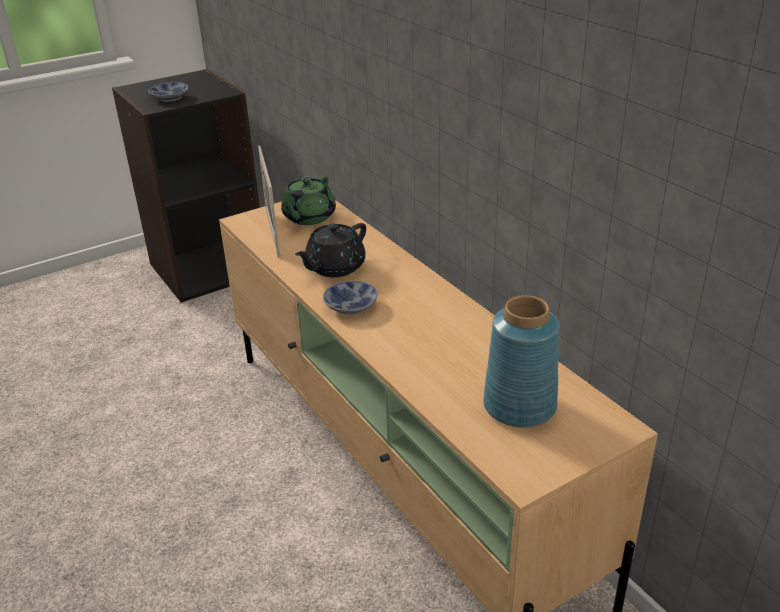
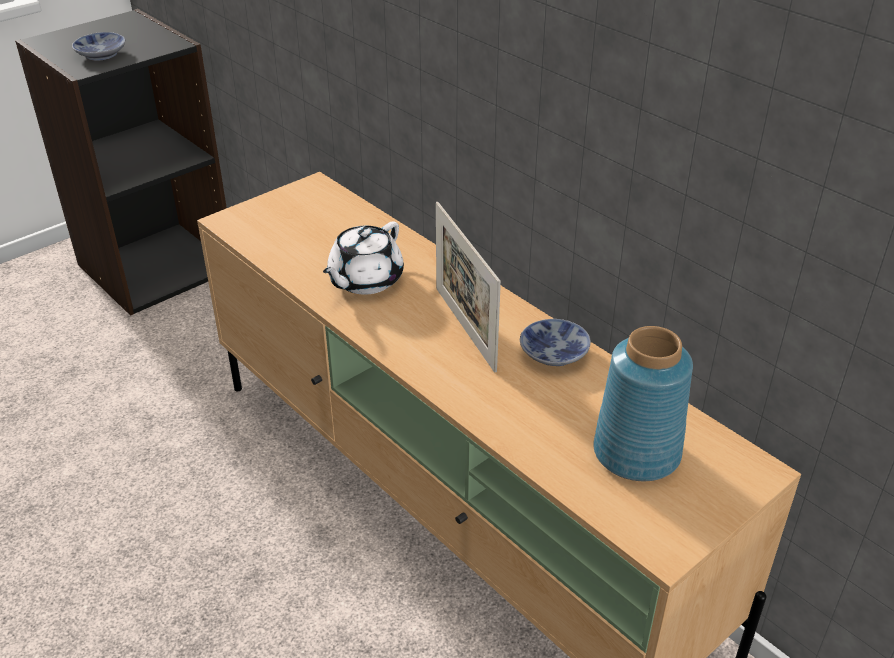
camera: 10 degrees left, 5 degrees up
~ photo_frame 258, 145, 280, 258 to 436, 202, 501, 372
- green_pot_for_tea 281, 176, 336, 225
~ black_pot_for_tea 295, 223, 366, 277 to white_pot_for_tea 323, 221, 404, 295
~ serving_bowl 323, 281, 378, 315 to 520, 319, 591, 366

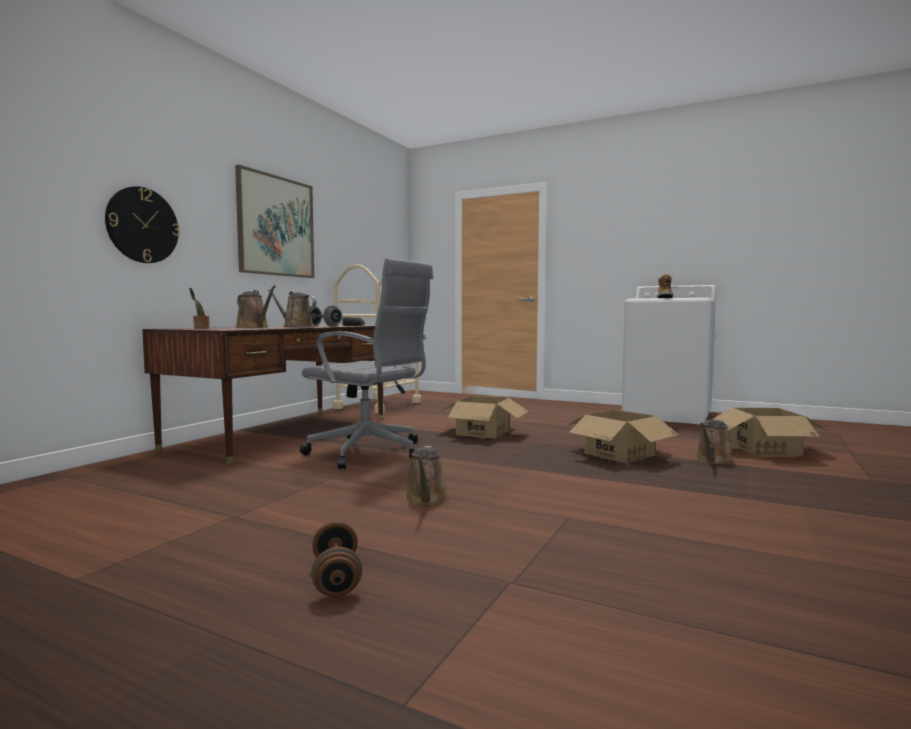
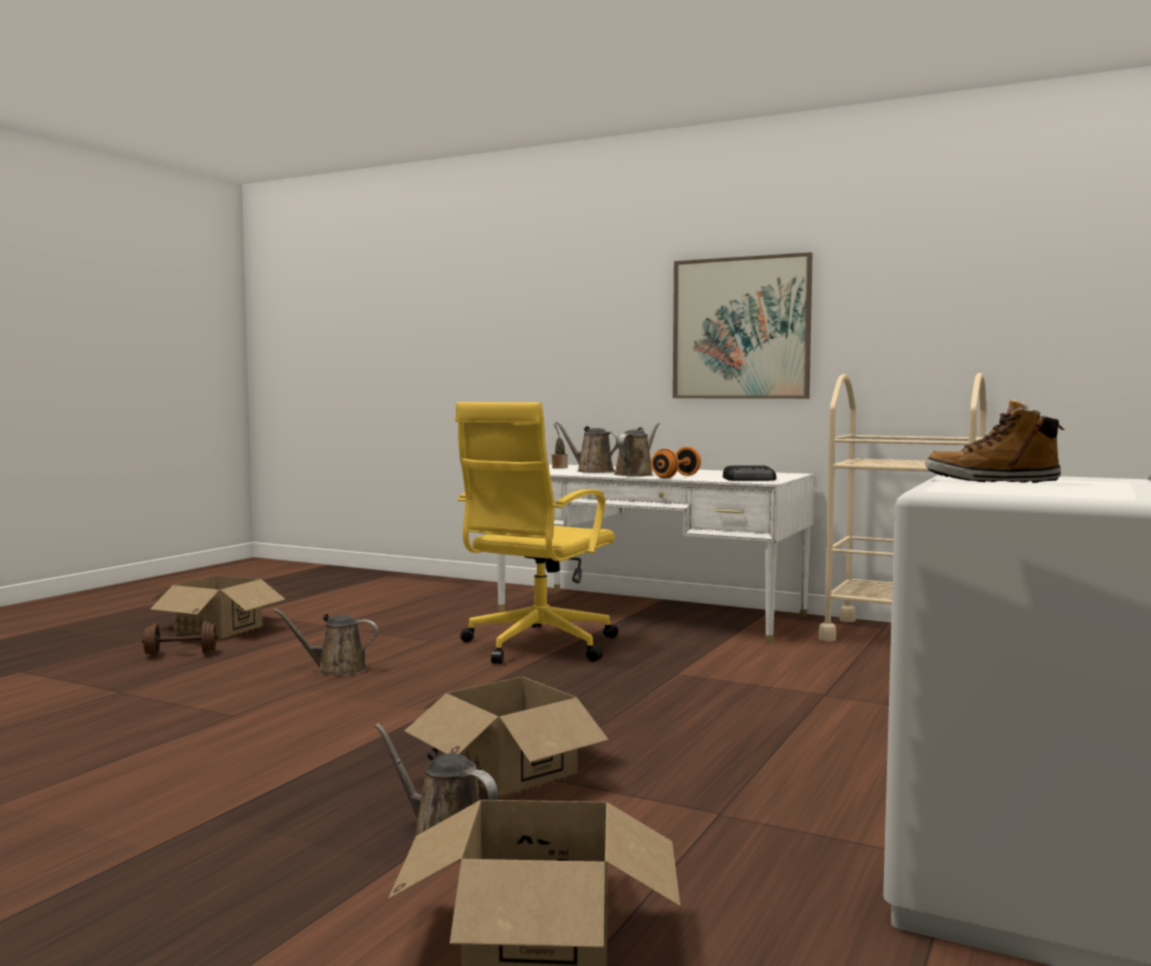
camera: 90 degrees right, 0 degrees up
- hanging_clock 105, 186, 180, 263
~ brown_desk_unit 142, 325, 383, 464 to white_desk_unit 497, 464, 815, 644
~ brown_watering_pot 236, 285, 276, 328 = 555, 422, 619, 473 90 degrees clockwise
~ greyish_computer_chair 299, 258, 433, 469 to yellow-coloured_computer_chair 455, 402, 618, 664
~ greyish_free_weight 310, 306, 342, 327 to orange-coloured_free_weight 651, 447, 701, 479
~ packing_box 437, 396, 529, 439 to 150, 575, 286, 639

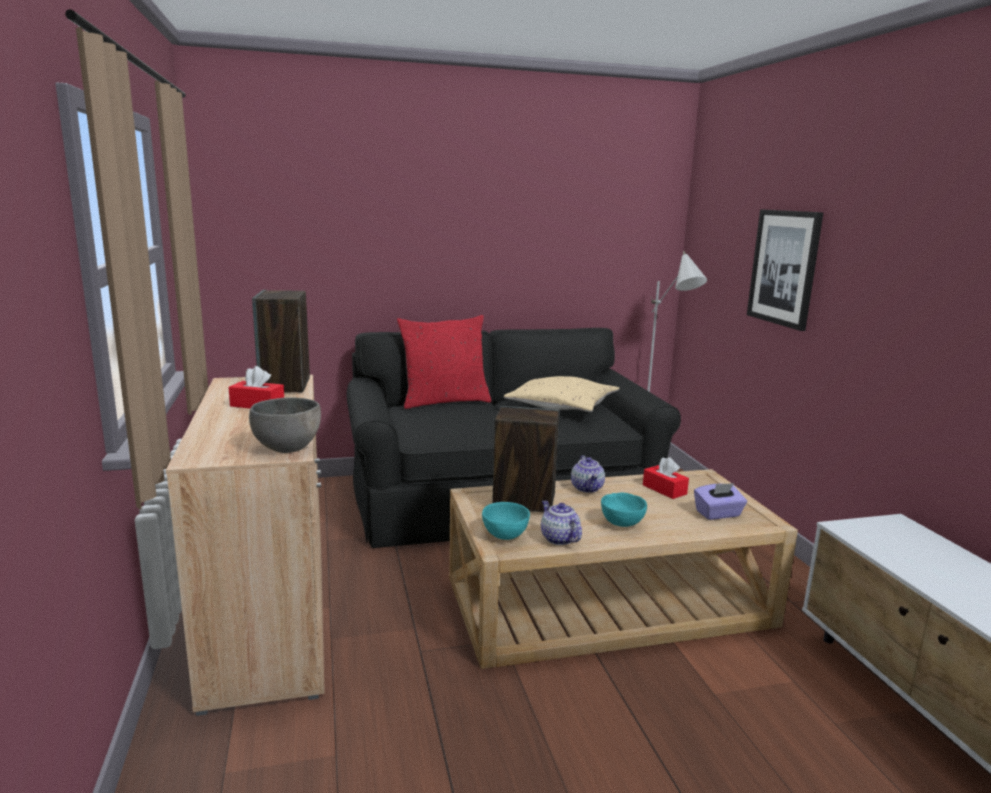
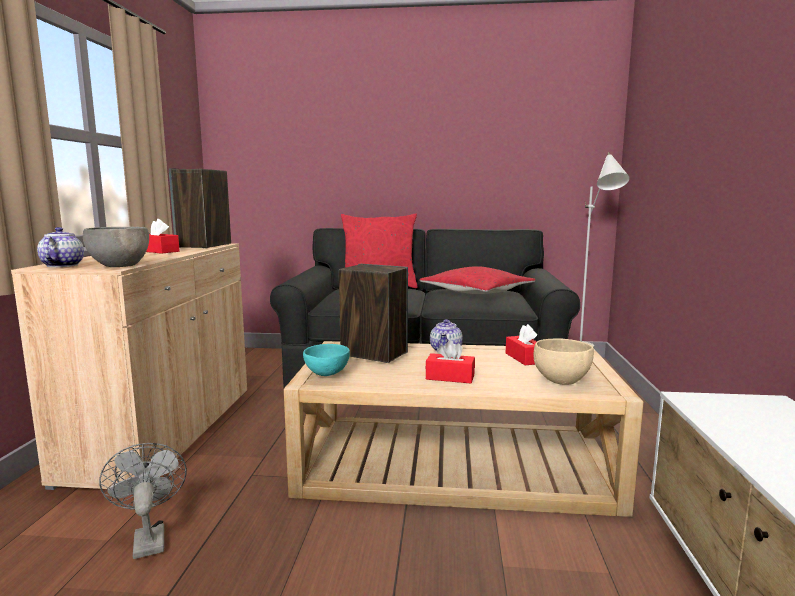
camera: 20 degrees right, 5 degrees down
~ beige-coloured_cushion 504, 376, 619, 412 to red-coloured_cushion 420, 266, 536, 294
~ pot_for_tea 541, 500, 582, 545 to 37, 227, 84, 267
~ blue-green_serving_bowl 601, 493, 647, 527 to red-coloured_box_of_tissues 426, 340, 475, 383
~ purplish_box_of_tissues 694, 483, 747, 520 to beige-coloured_serving_bowl 533, 338, 594, 385
- wall_art 747, 209, 823, 331
+ greyish_electric_fan 99, 443, 187, 559

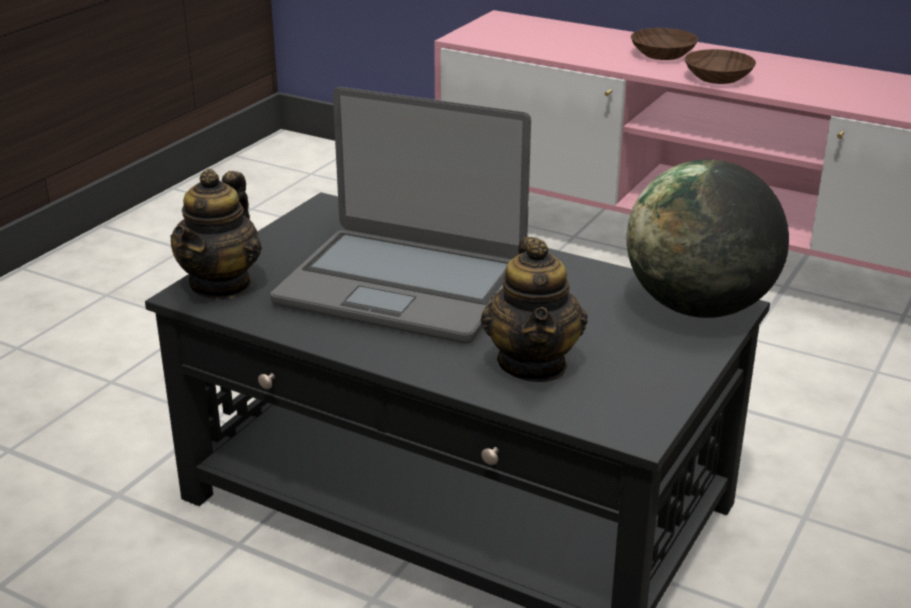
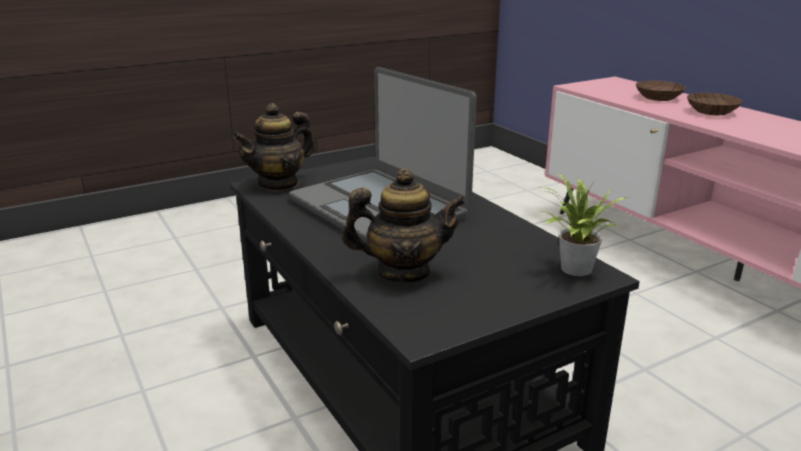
camera: 30 degrees right, 5 degrees down
~ pot_for_tea 481, 237, 588, 382 = 342, 168, 466, 283 120 degrees counterclockwise
~ world_globe 627, 159, 789, 318 to potted_plant 541, 174, 629, 276
~ brown_serving_bowl 685, 49, 756, 84 to 636, 81, 686, 101

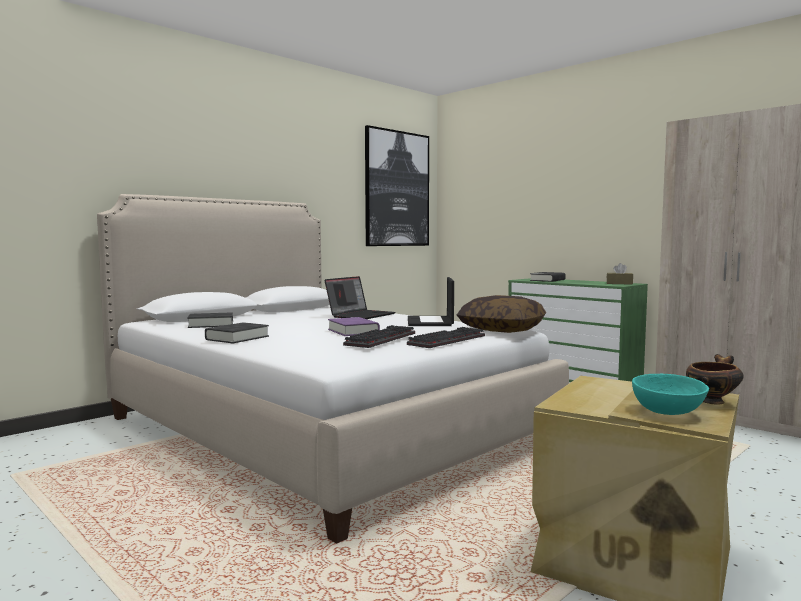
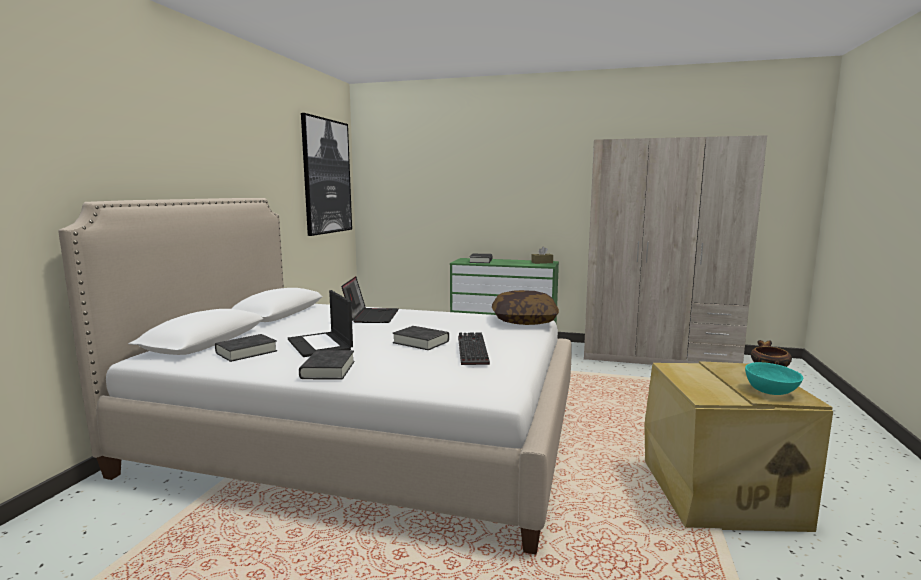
camera: 30 degrees left, 5 degrees up
~ purplish_bound_book 328, 317, 380, 336 to black_bound_book 392, 326, 449, 350
- PC_keyboard 407, 327, 485, 348
~ laptop 408, 277, 454, 326 to 288, 290, 353, 357

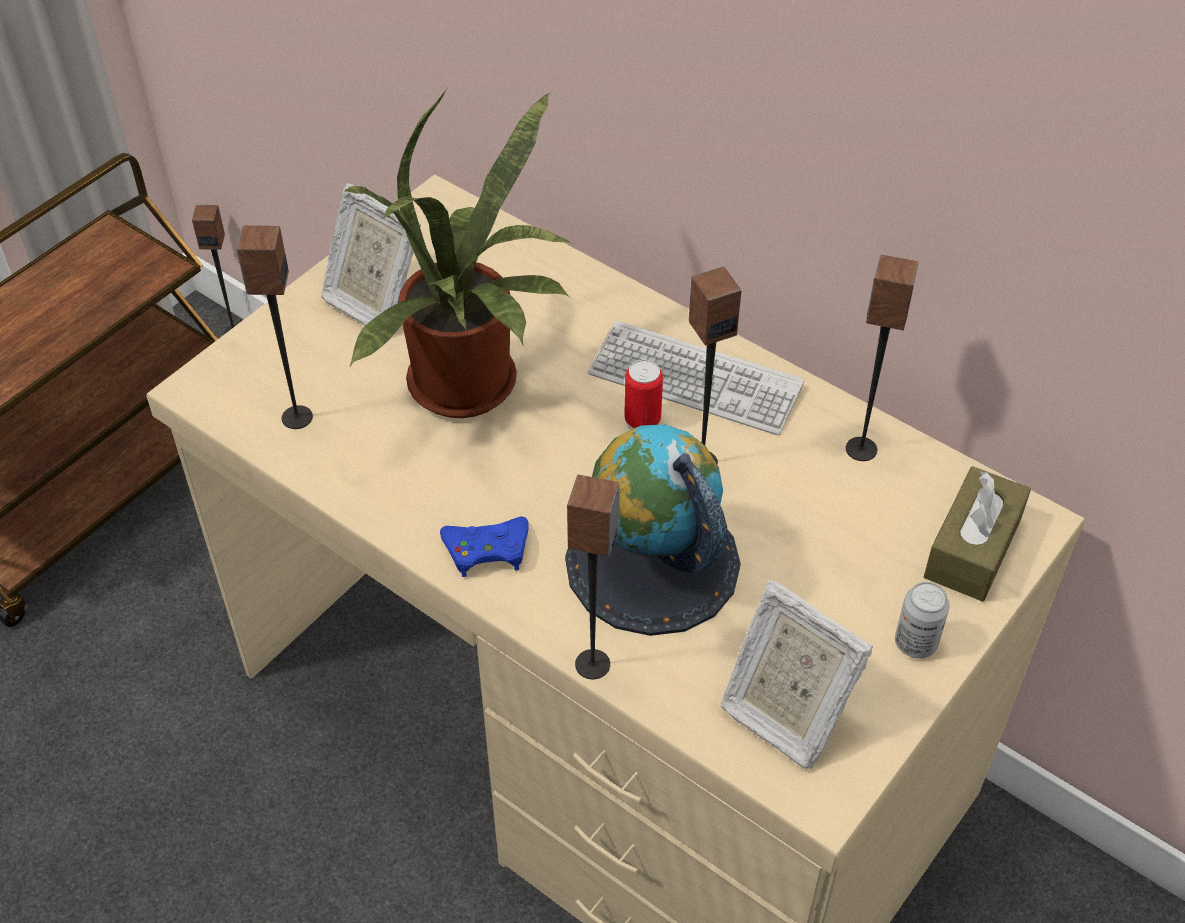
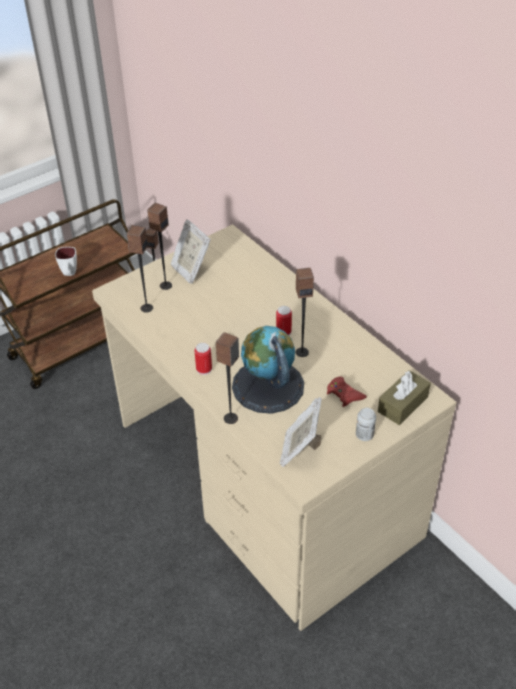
camera: 15 degrees right, 5 degrees down
- potted_plant 345, 89, 572, 418
~ bluish_joypad 440, 517, 529, 577 to metal_can 195, 343, 212, 375
- PC_keyboard 588, 321, 804, 435
~ photo_frame 720, 580, 873, 769 = 280, 397, 322, 467 45 degrees clockwise
~ audio_speaker 846, 255, 918, 461 to 147, 203, 172, 290
+ white_mug 55, 247, 77, 276
+ red-coloured_joypad 327, 377, 367, 407

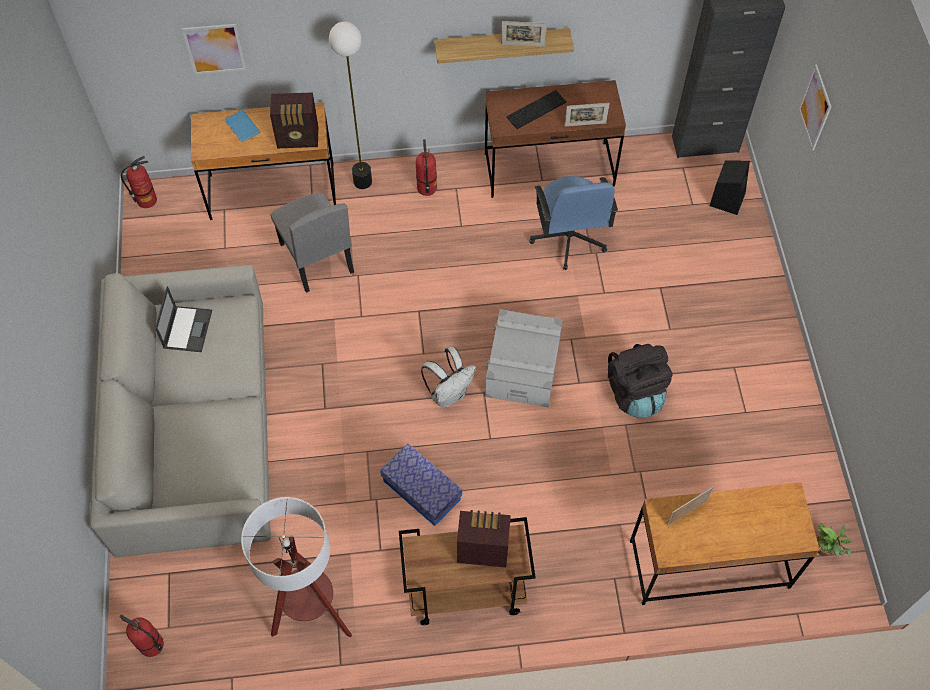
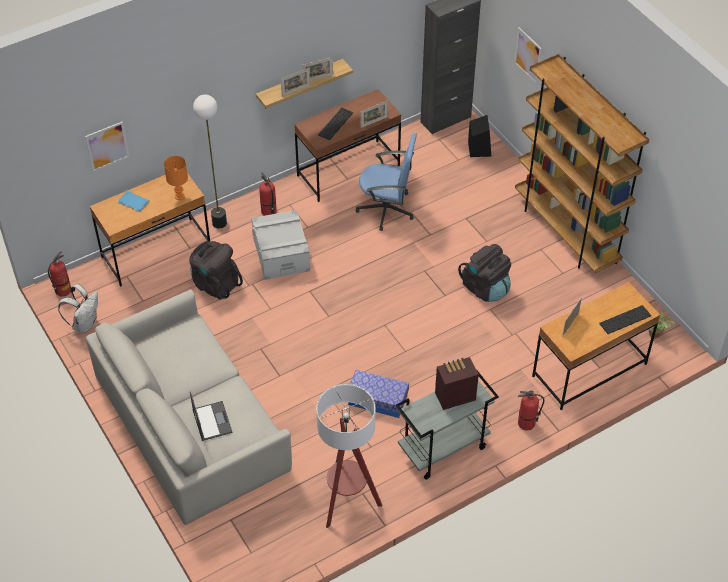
camera: 25 degrees left, 10 degrees down
~ fire_extinguisher 119, 615, 164, 657 to 518, 390, 544, 430
~ laptop 155, 286, 212, 352 to 190, 391, 233, 441
~ radio_set 270, 92, 318, 148 to orange-coloured_lamp_for_a_table 164, 156, 188, 200
~ greyish_plain_chair 270, 192, 354, 293 to black_knapsack 189, 241, 243, 300
~ brown_cart 399, 517, 536, 625 to greyish_cart 396, 369, 499, 480
~ white_knapsack 421, 346, 476, 408 to 58, 284, 98, 333
~ greyish_storage_box 485, 309, 562, 407 to 251, 210, 310, 280
~ bluish_computer_chair 529, 176, 618, 270 = 356, 133, 417, 231 45 degrees counterclockwise
+ photo_frame 281, 68, 310, 97
+ brown_shelving_unit 515, 54, 650, 273
+ PC_keyboard 599, 305, 651, 334

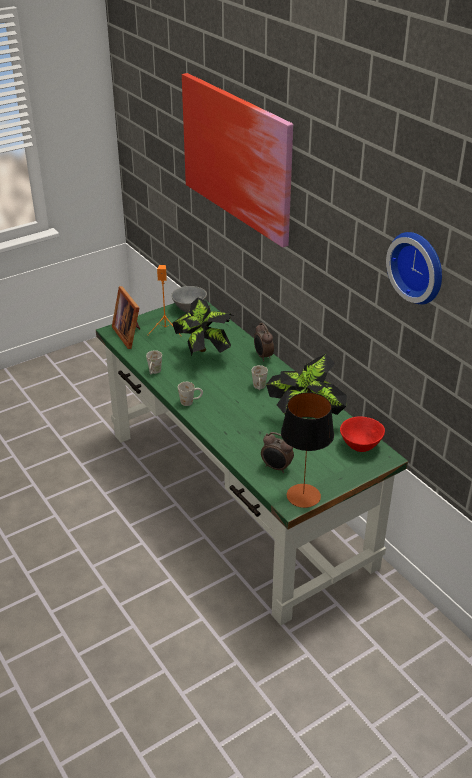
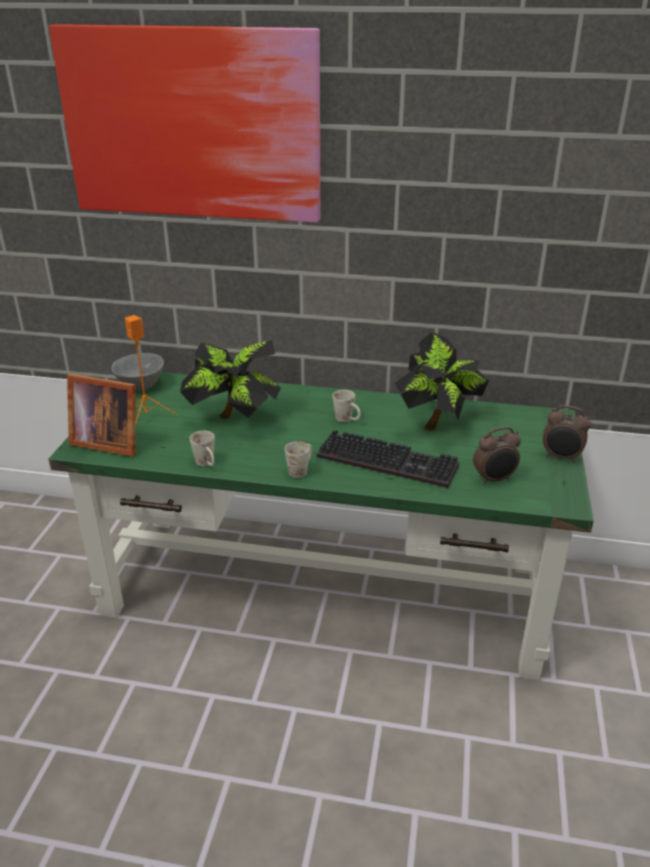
camera: 45 degrees left, 5 degrees down
~ alarm_clock 254, 323, 274, 361 to 543, 405, 591, 463
- lamp_for_a_table 281, 392, 334, 508
- red-coloured_serving_bowl 340, 417, 385, 452
- hanging_clock 386, 232, 442, 304
+ PC_keyboard 317, 430, 459, 488

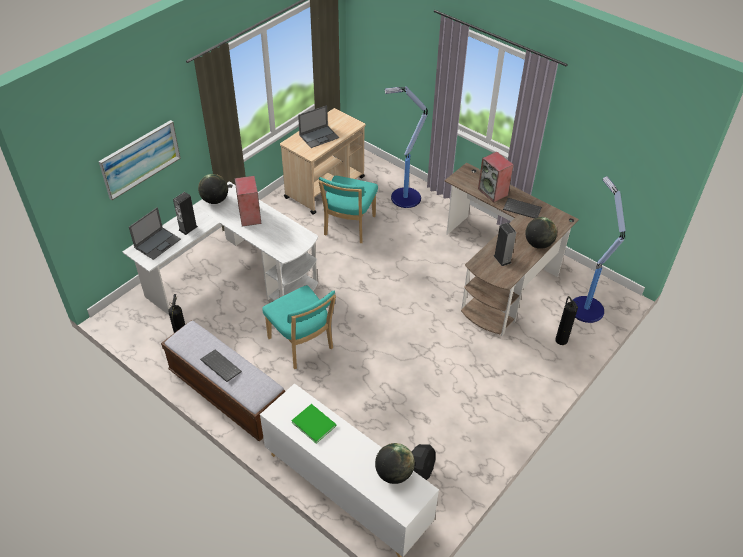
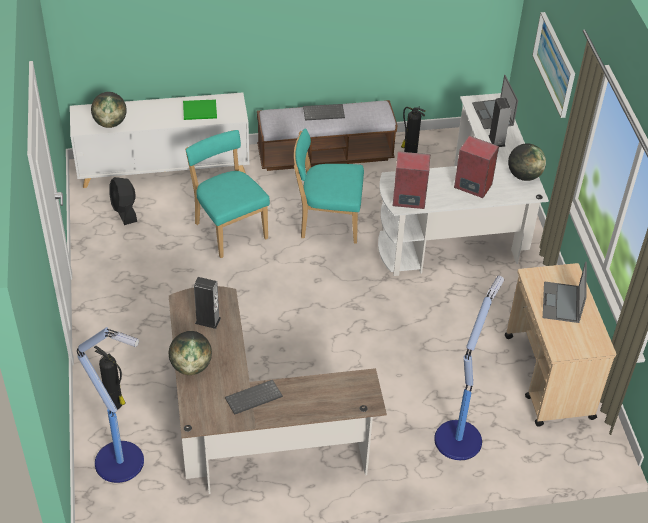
camera: 130 degrees right, 0 degrees up
~ blue-green_plain_chair 319, 176, 378, 243 to 185, 130, 270, 258
~ audio_speaker 478, 152, 514, 202 to 393, 151, 430, 209

